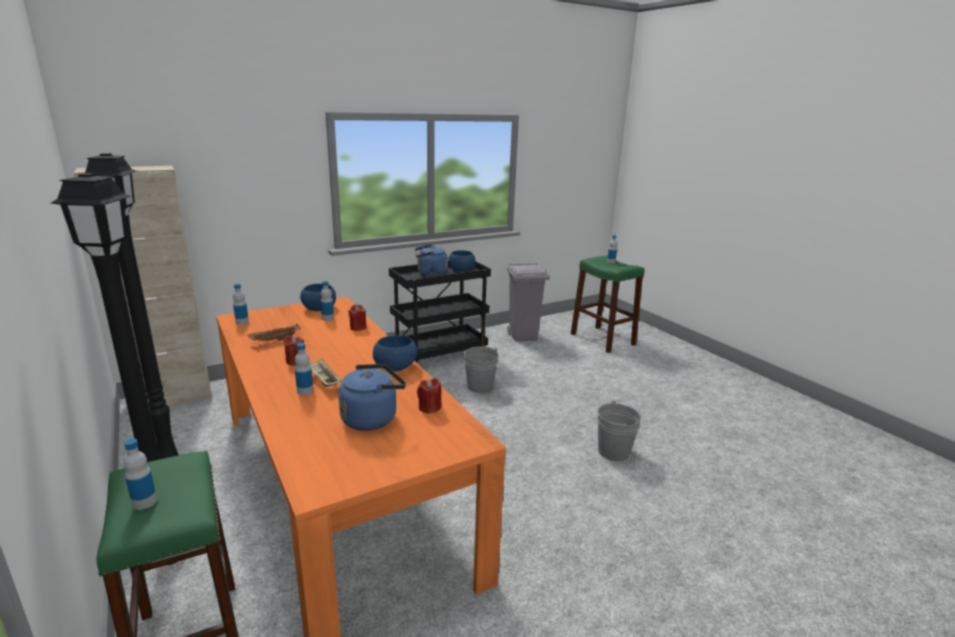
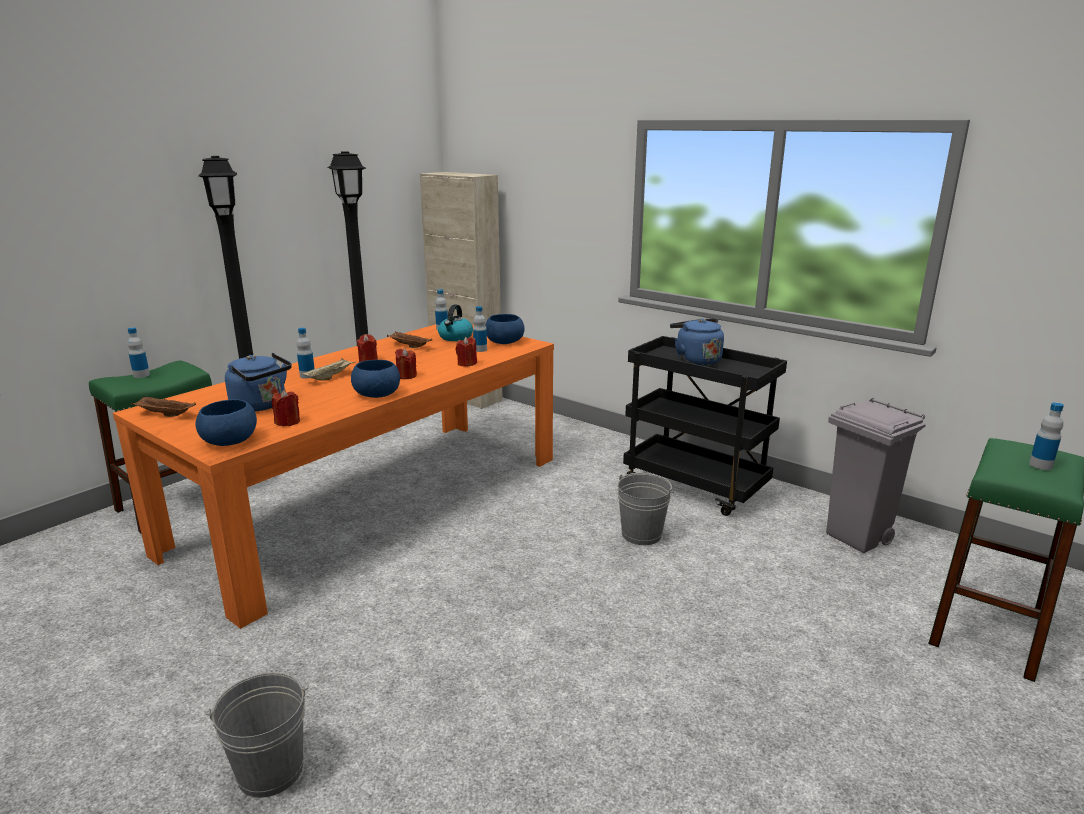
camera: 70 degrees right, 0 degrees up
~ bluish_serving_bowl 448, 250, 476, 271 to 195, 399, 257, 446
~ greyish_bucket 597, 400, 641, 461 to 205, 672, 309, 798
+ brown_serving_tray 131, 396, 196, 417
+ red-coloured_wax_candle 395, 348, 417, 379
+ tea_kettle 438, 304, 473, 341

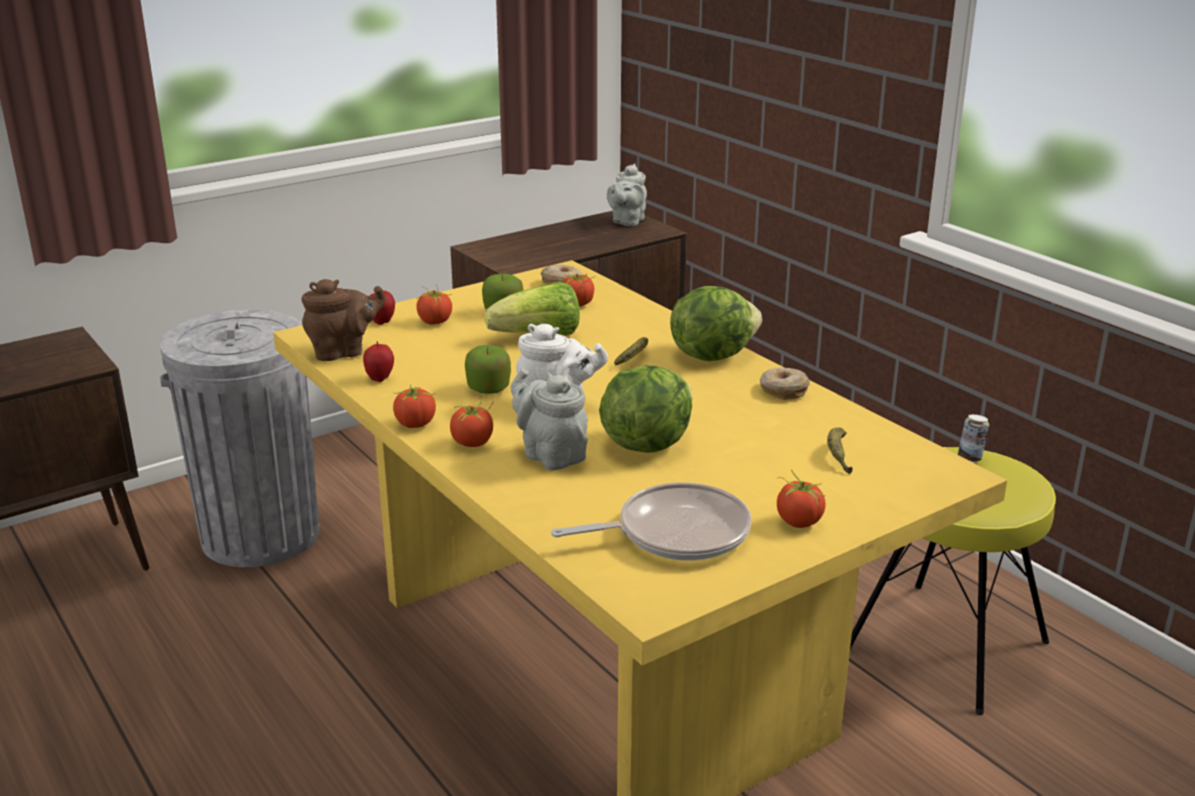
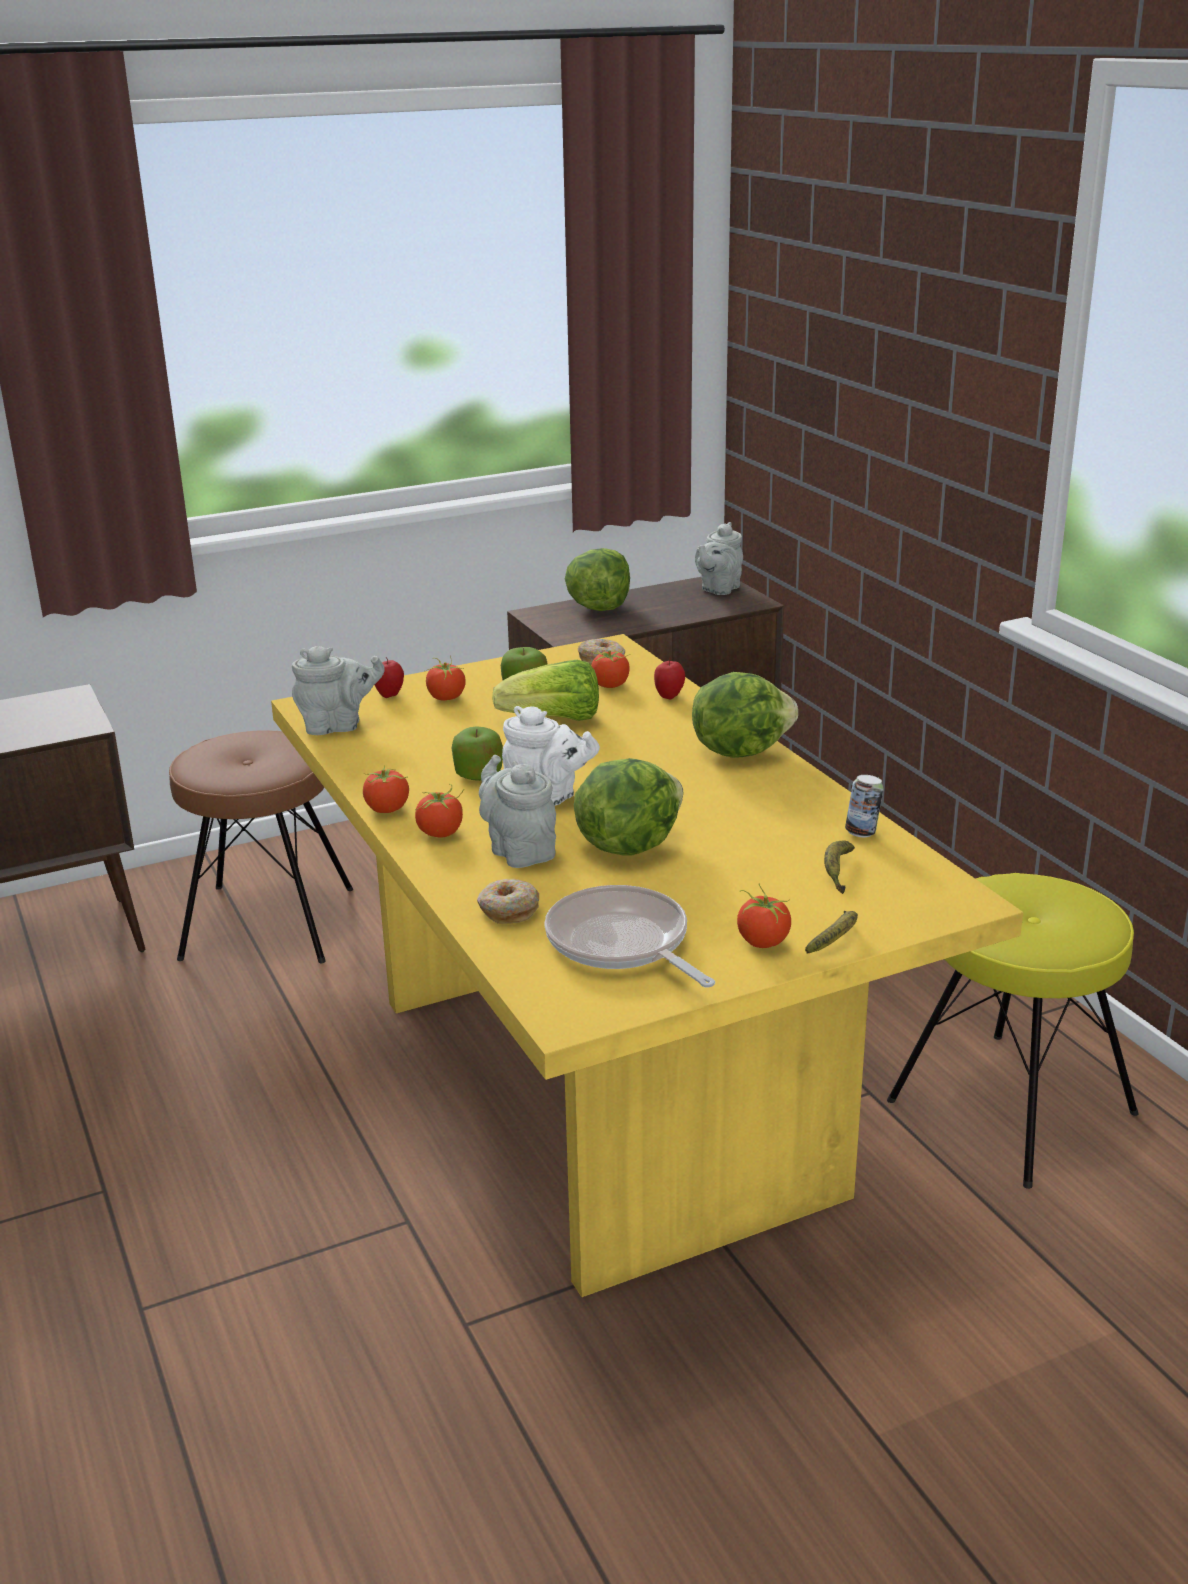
camera: 10 degrees right, 0 degrees up
~ greyish_waste_bin 160, 310, 320, 567 to brown_sitting_stool 169, 730, 353, 963
~ brown_pot_for_tea 301, 279, 386, 361 to greyish_pot_for_tea 292, 646, 385, 735
~ whole_apple 363, 342, 394, 382 to 654, 658, 685, 699
~ frying_pan 551, 482, 752, 561 = 545, 885, 715, 988 120 degrees counterclockwise
~ banana_fruit 614, 337, 648, 366 to 805, 911, 858, 954
~ donut 760, 367, 810, 400 to 477, 879, 539, 924
~ metal_can 958, 414, 989, 463 to 845, 775, 884, 837
+ lettuce_head 565, 548, 630, 611

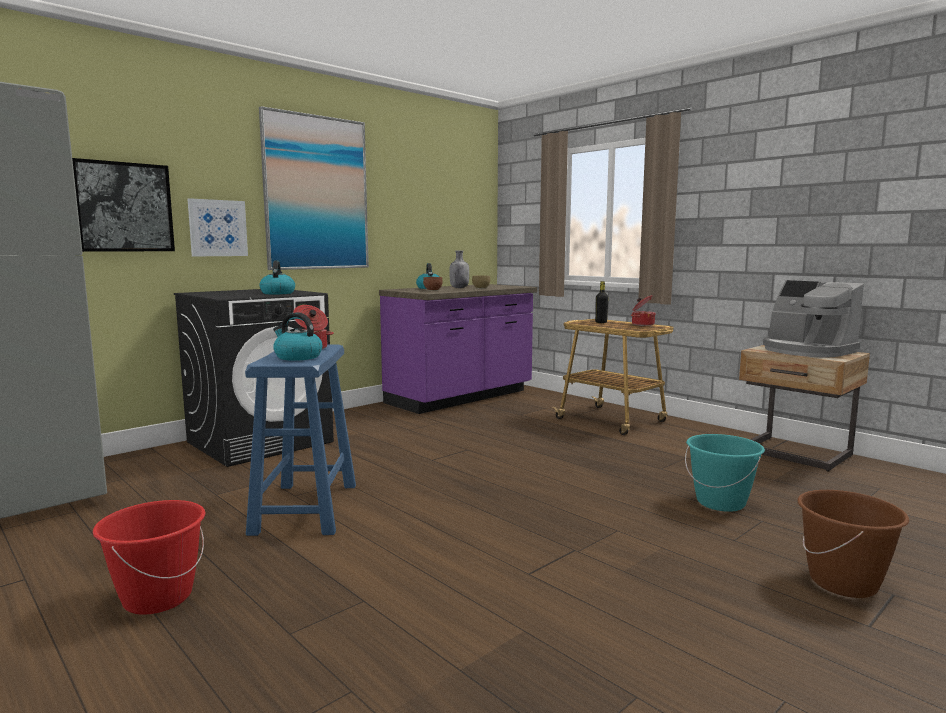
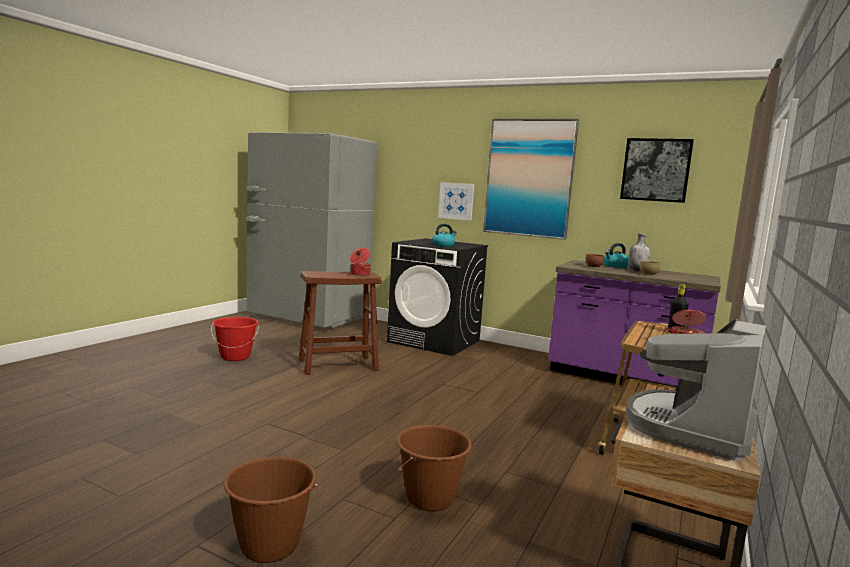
camera: 70 degrees right, 0 degrees up
~ wall_art 72, 158, 175, 252 to 620, 138, 694, 203
~ bluish_sitting_stool 245, 344, 356, 536 to brown_sitting_stool 299, 271, 382, 375
- tea_kettle 273, 312, 322, 361
~ blue-green_bucket 685, 434, 765, 512 to brown_bucket 397, 425, 472, 511

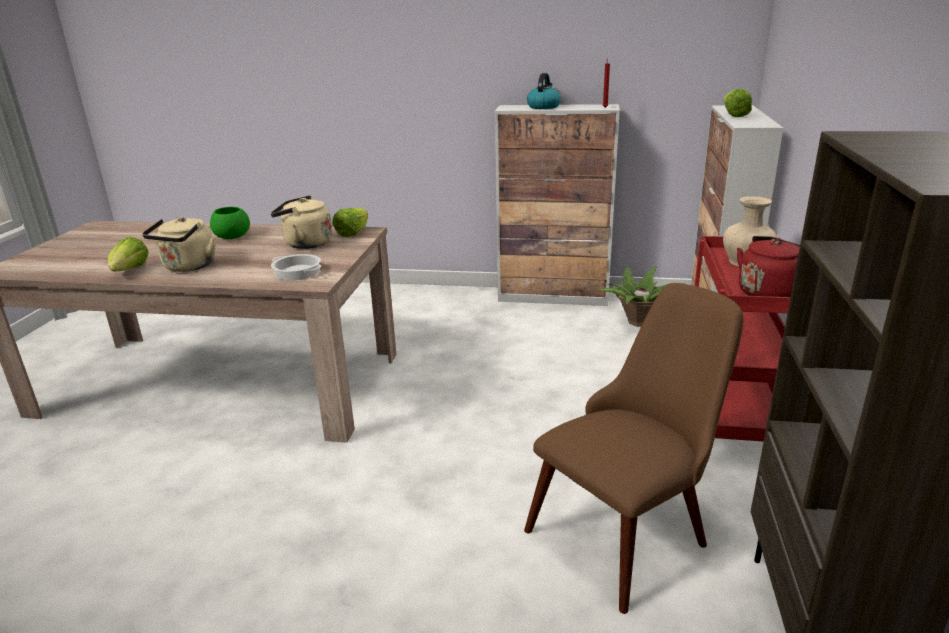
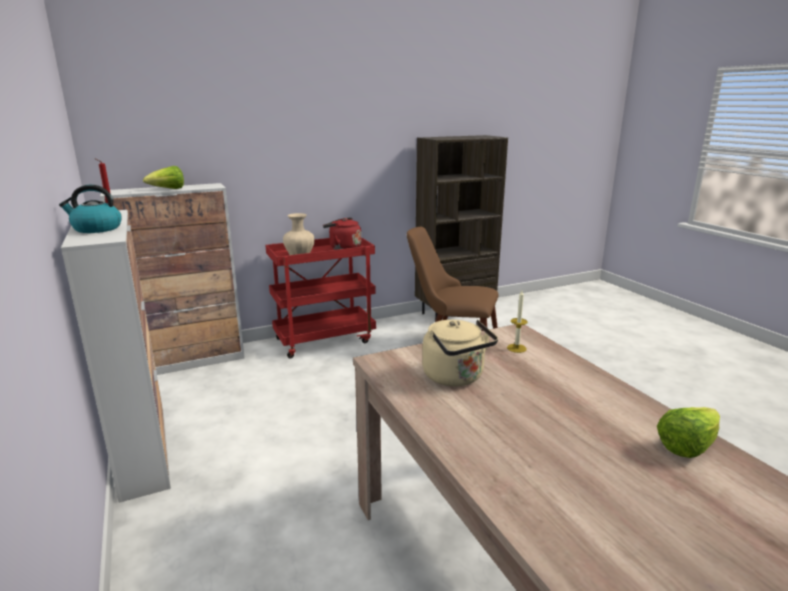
camera: 125 degrees left, 5 degrees down
- beige-coloured_tea_kettle 142, 217, 216, 272
- green_serving_bowl 210, 207, 250, 239
~ stockpot 271, 254, 321, 280 to wax_candle 507, 291, 528, 353
- lettuce_head 333, 208, 368, 237
- potted_plant 597, 265, 686, 327

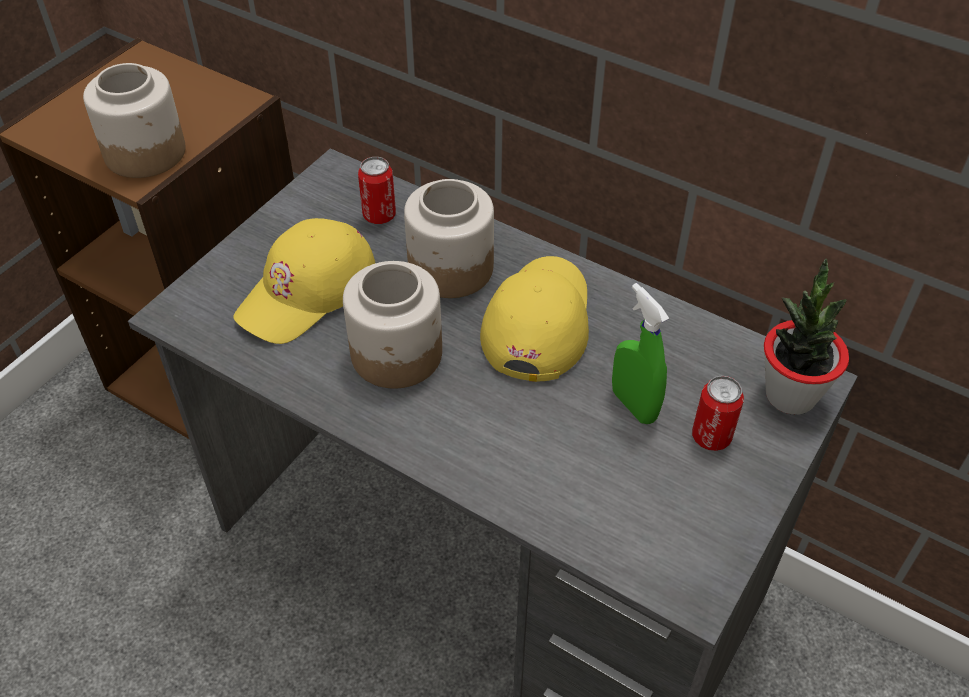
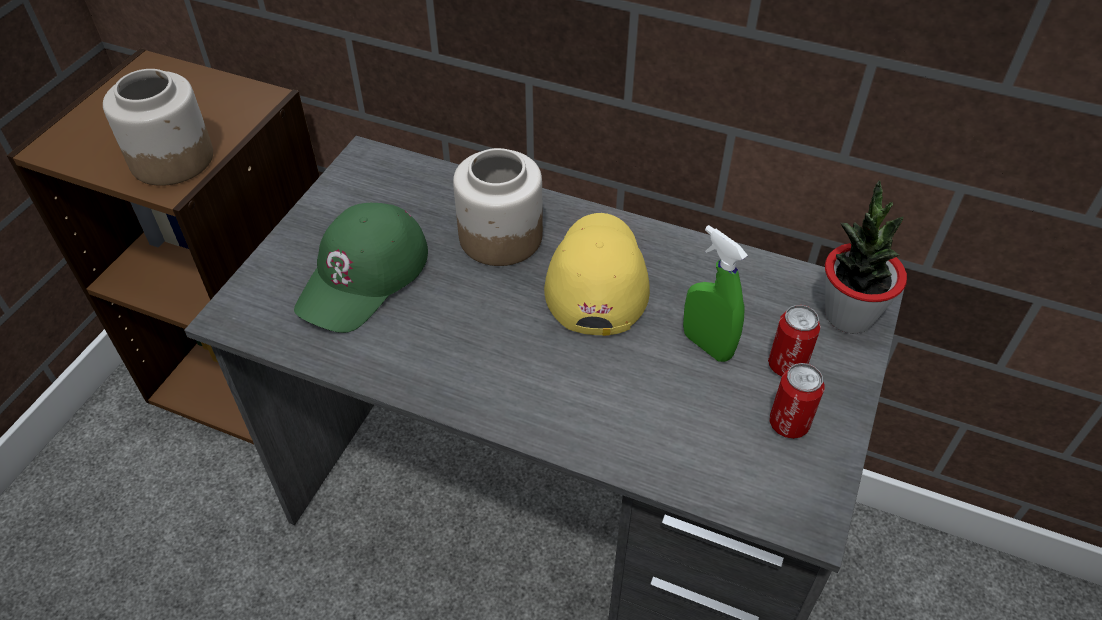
camera: 10 degrees left, 0 degrees up
~ yellow-coloured_cap 234, 218, 375, 344 to green_cap 294, 203, 428, 333
- storage_jar 343, 261, 442, 388
~ metal_can 358, 157, 396, 224 to 769, 363, 824, 439

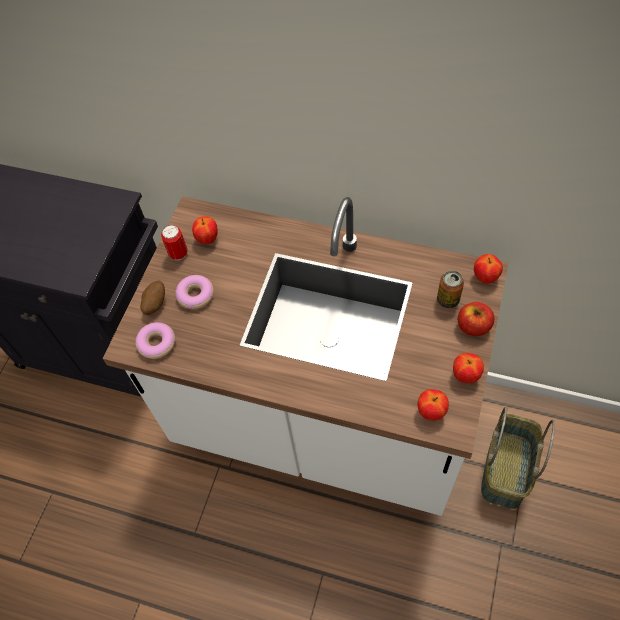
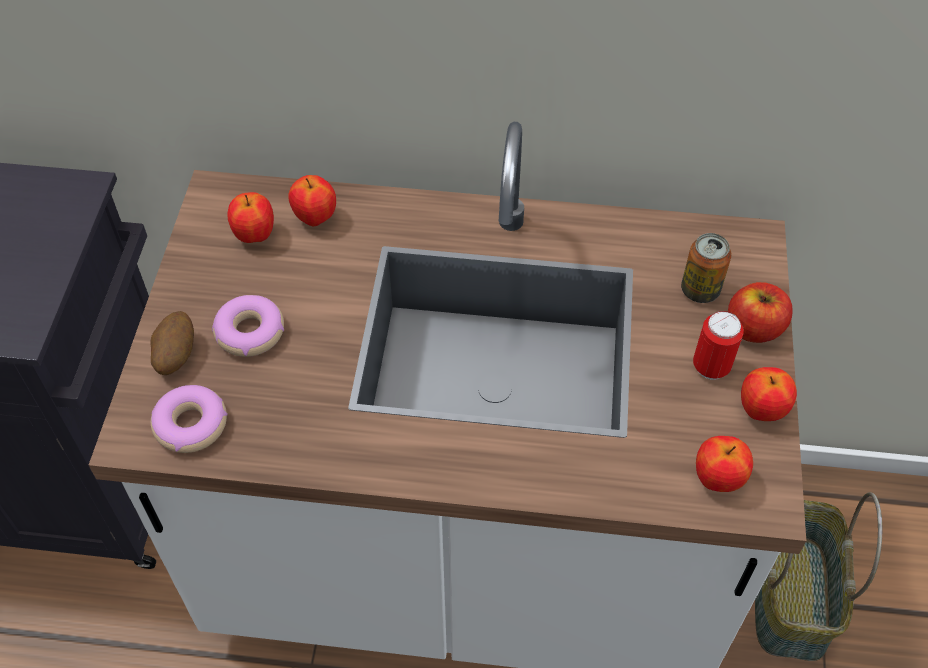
camera: 15 degrees left, 5 degrees down
~ metal_can 161, 225, 187, 260 to 693, 311, 744, 380
~ whole_apple 474, 254, 503, 284 to 288, 175, 336, 226

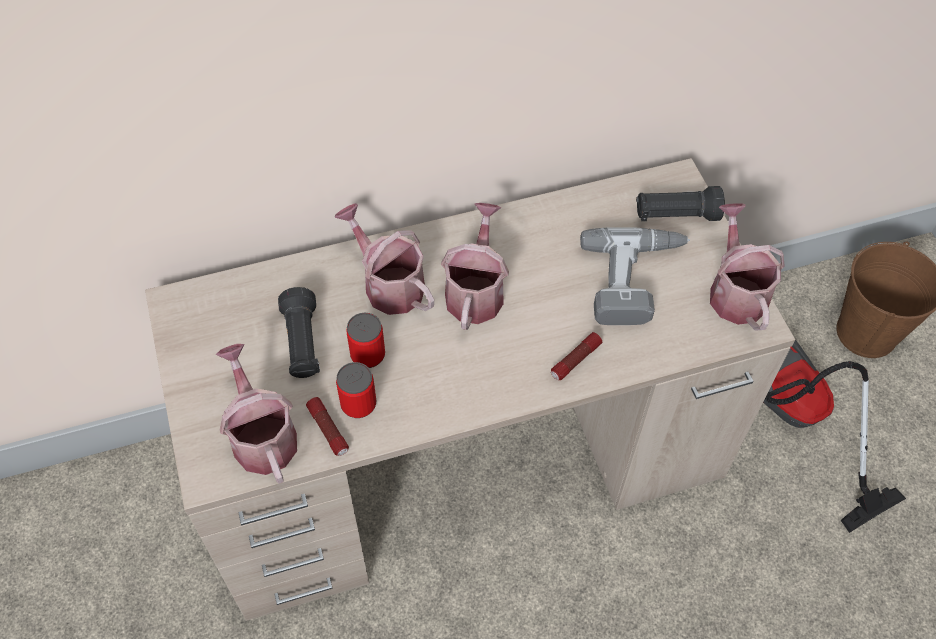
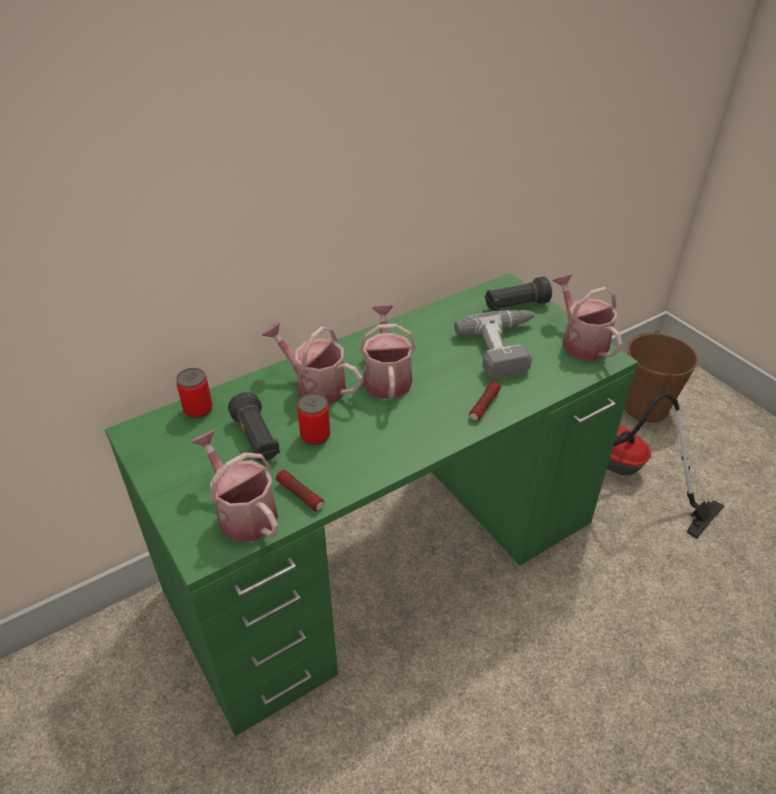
camera: 15 degrees left, 15 degrees down
~ beige-coloured_desk_unit 145, 158, 795, 621 to green_desk_unit 105, 273, 638, 736
~ metal_can 336, 362, 376, 418 to 176, 368, 213, 419

